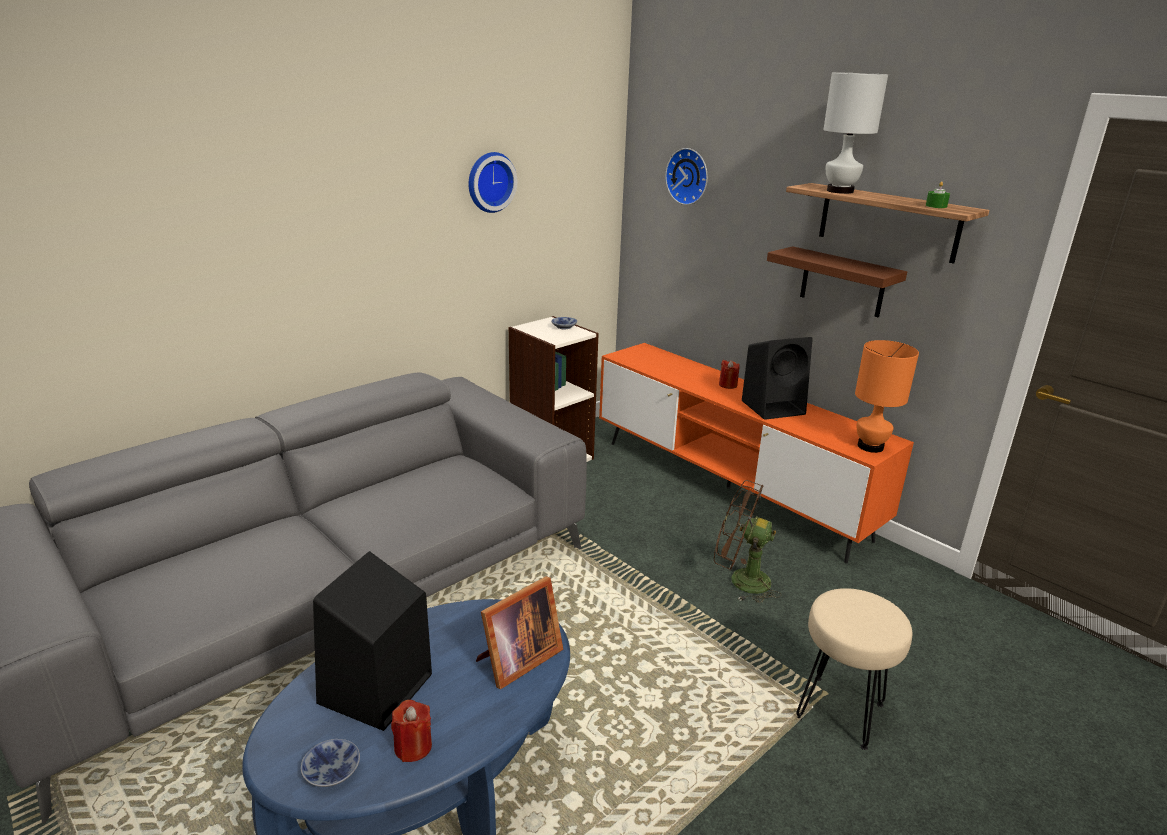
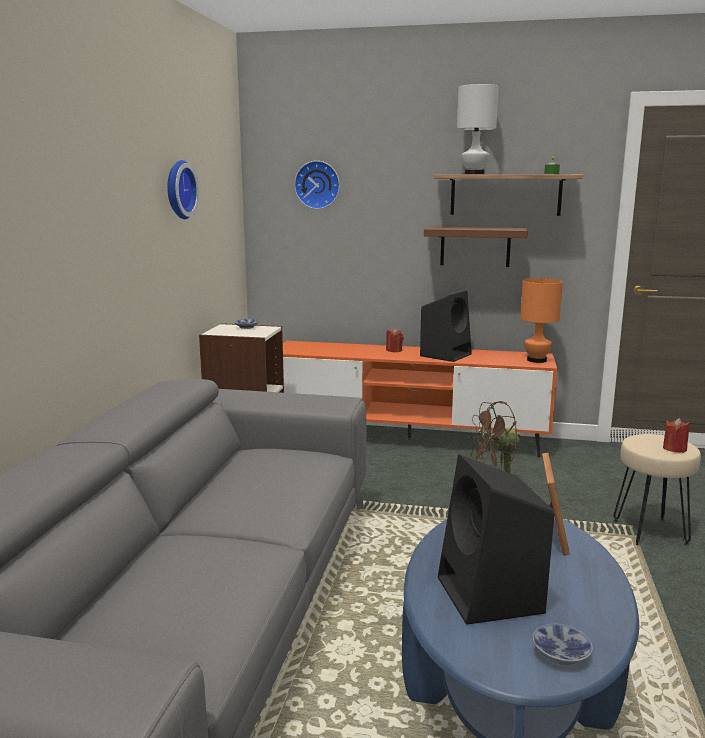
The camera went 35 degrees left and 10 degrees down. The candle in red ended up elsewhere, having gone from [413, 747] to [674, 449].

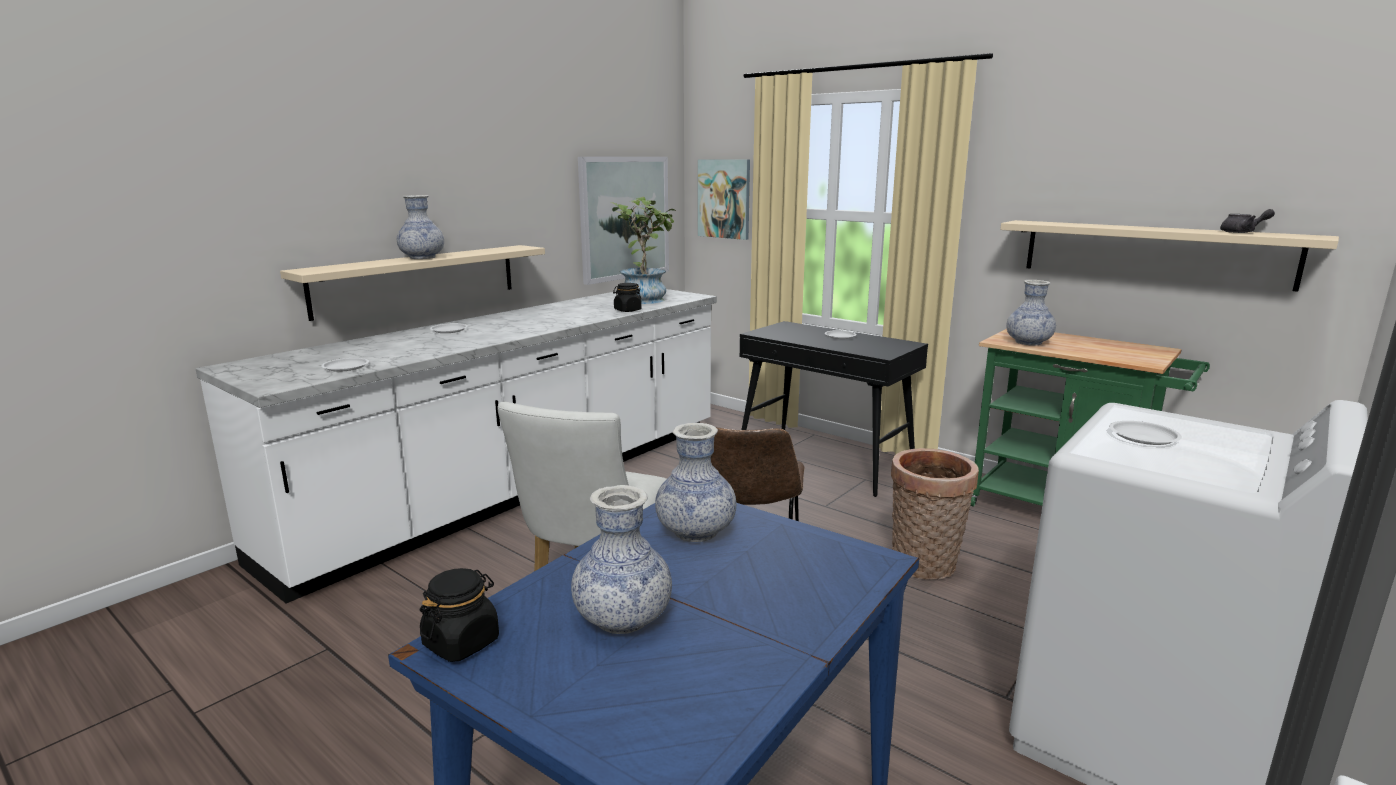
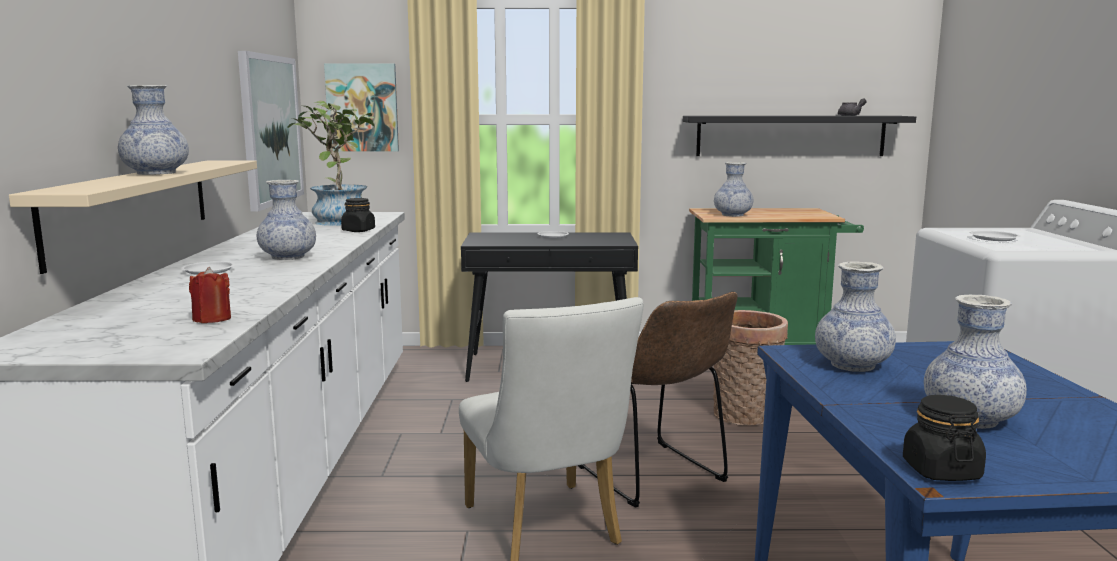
The camera went 40 degrees left and 5 degrees down. Where the plate in white stood at [346, 367], the candle in red came to stand at [212, 319]. The second view gained the vase at [288, 257]. What was the shelf in beige at [1154, 253] turned into the shelf in black at [790, 136].

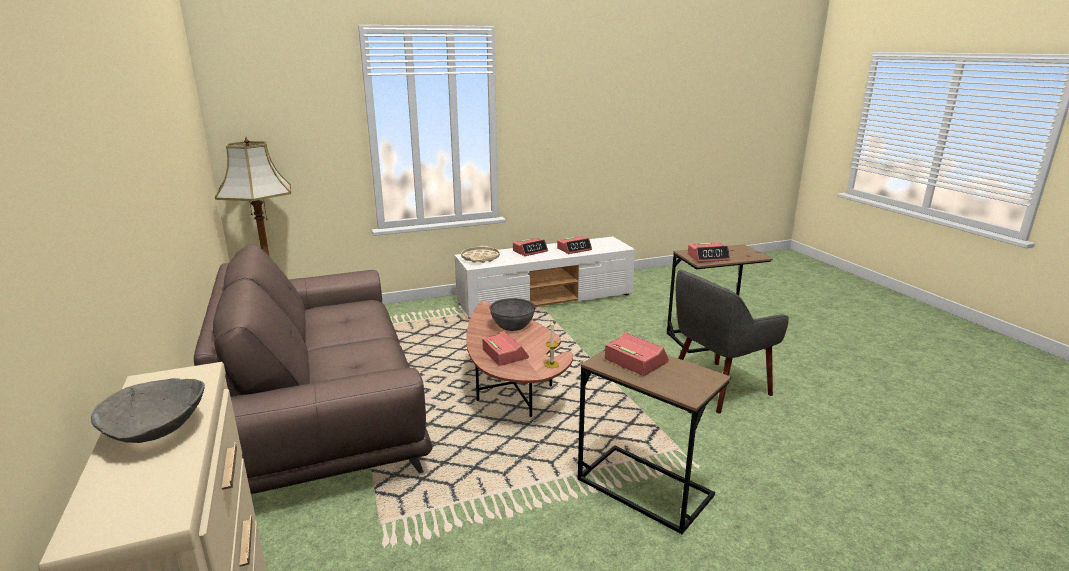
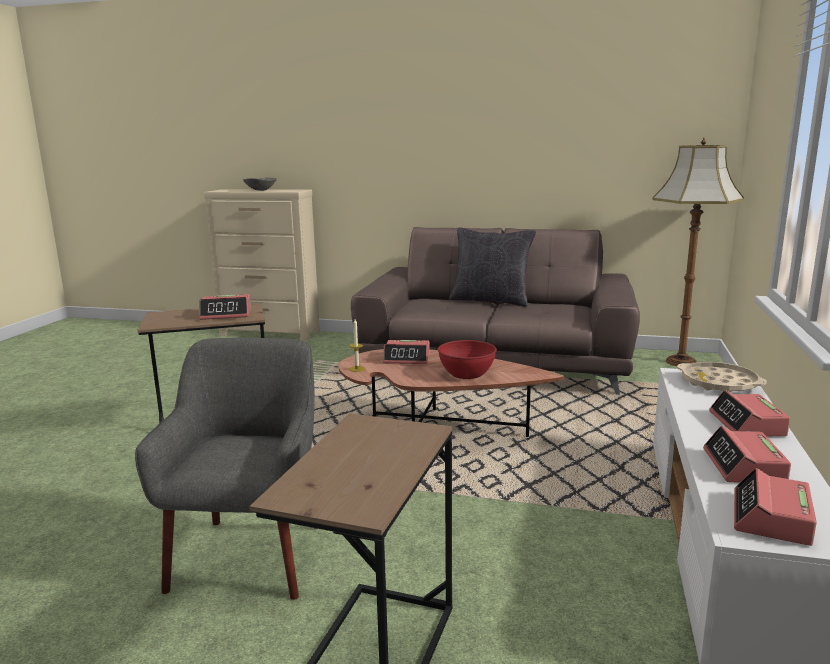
The camera went 125 degrees right and 5 degrees down. What was the bowl in grey at [512, 325] turned into the bowl in red at [466, 373]. The second view gained the pillow in black at [490, 300]. The alarm clock ended up elsewhere, having gone from [708, 257] to [771, 518].

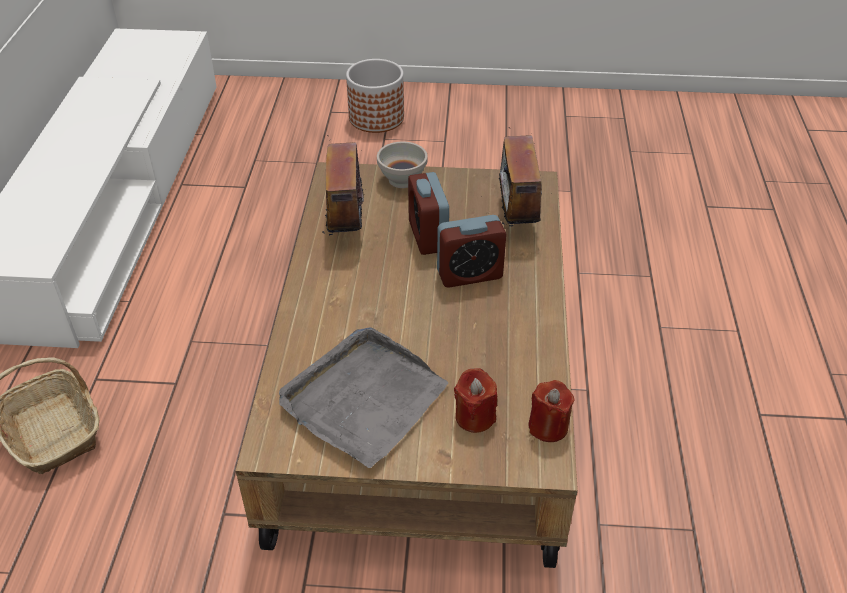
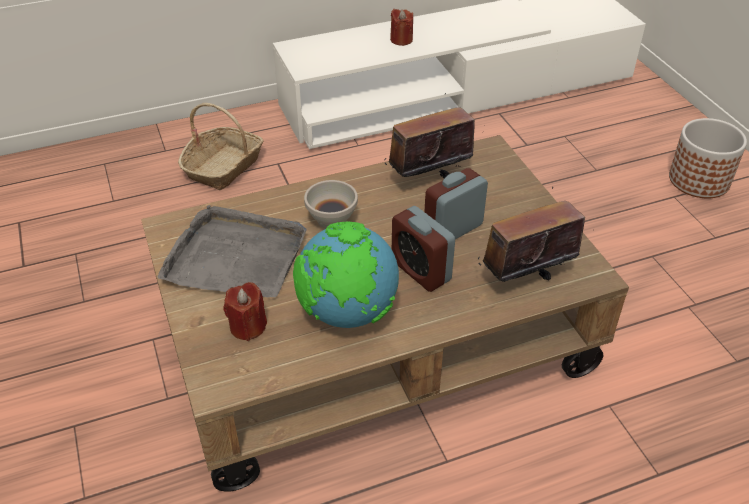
The camera went 65 degrees right and 0 degrees up. The second view gained the globe at [347, 313]. The bowl in white ended up elsewhere, having gone from [401, 180] to [331, 219]. The candle in red ended up elsewhere, having gone from [548, 426] to [401, 40].

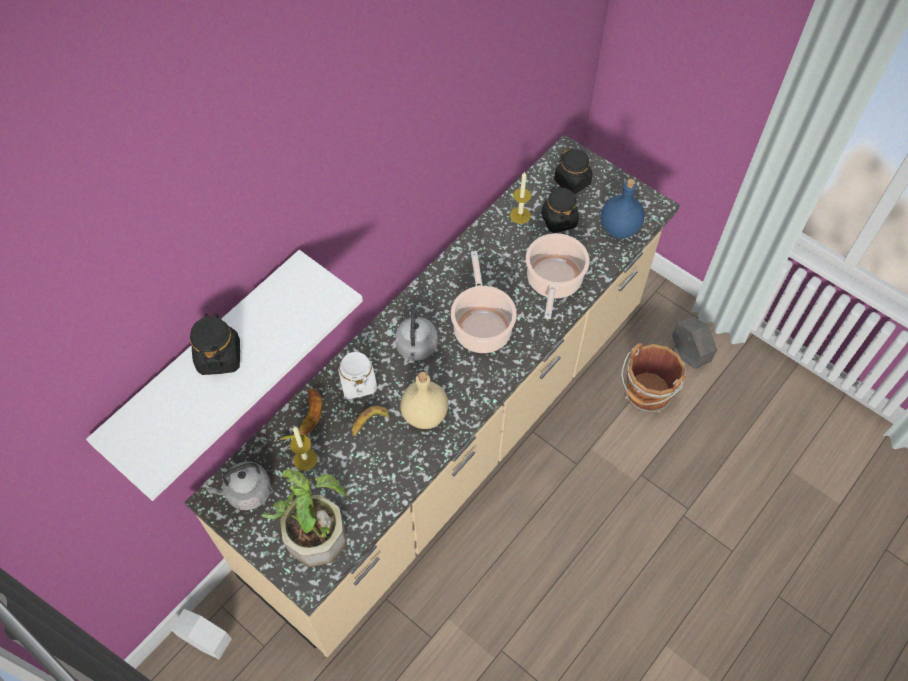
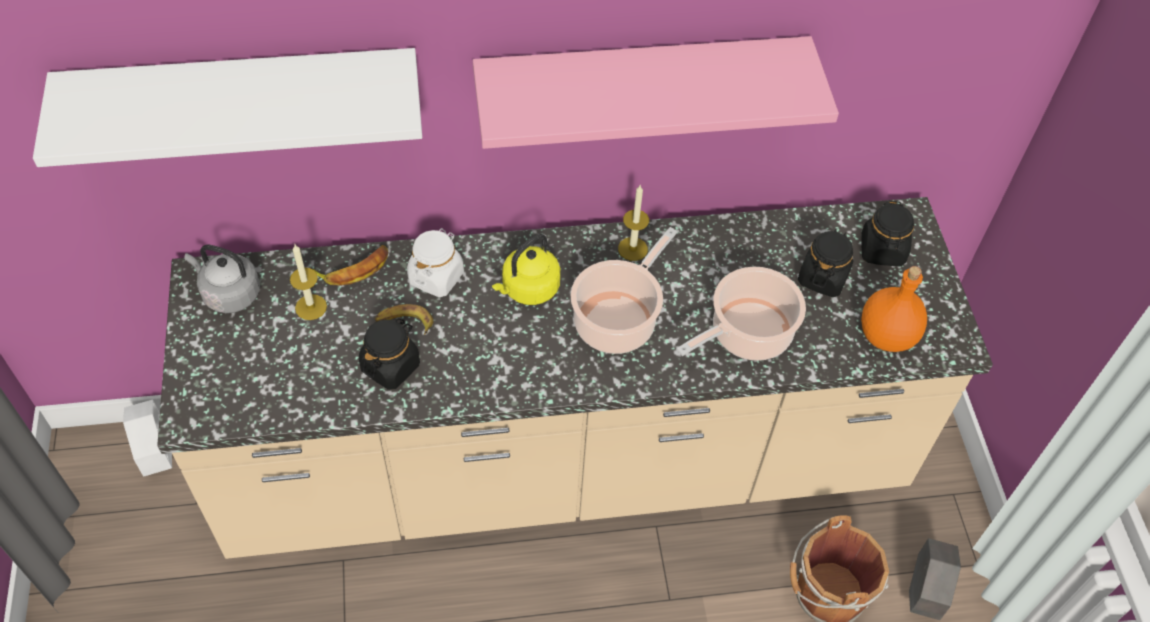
The camera went 40 degrees right and 5 degrees down. The jar in black ended up elsewhere, having gone from [219, 356] to [391, 366]. The second view gained the shelf in pink at [640, 82]. What was the kettle in grey at [416, 348] turned into the kettle in yellow at [528, 289]. The candle ended up elsewhere, having gone from [520, 215] to [632, 249]. What was the bottle in blue at [619, 229] turned into the bottle in orange at [886, 337]. The second view lost the potted plant at [314, 528]. The second view lost the bottle in beige at [425, 413].

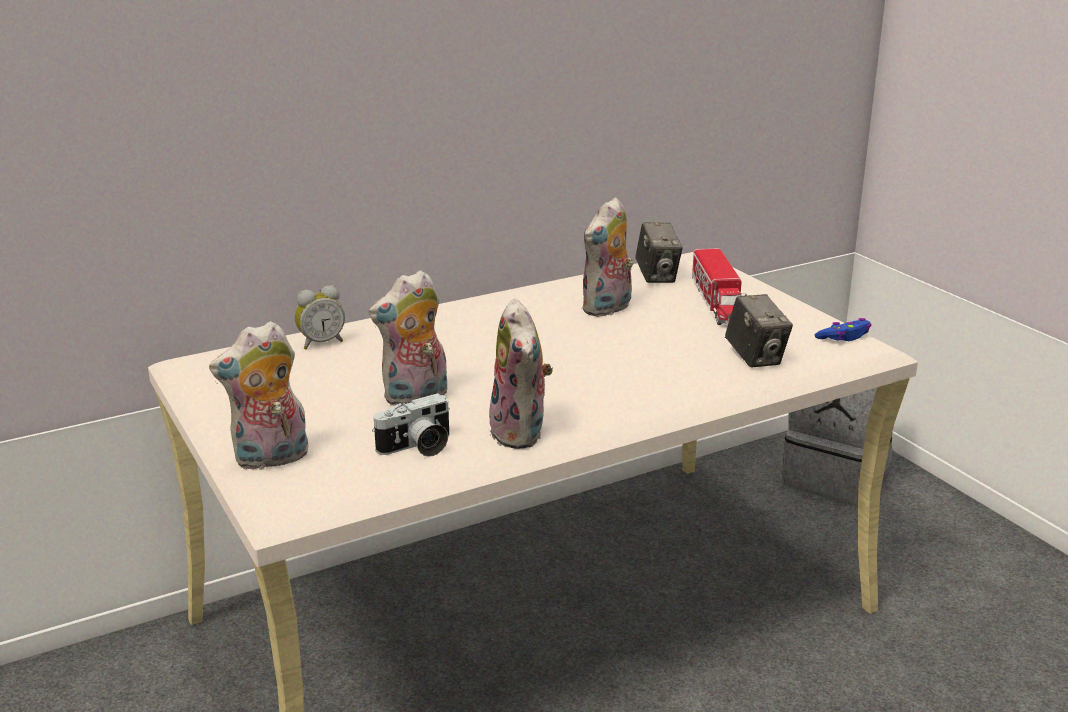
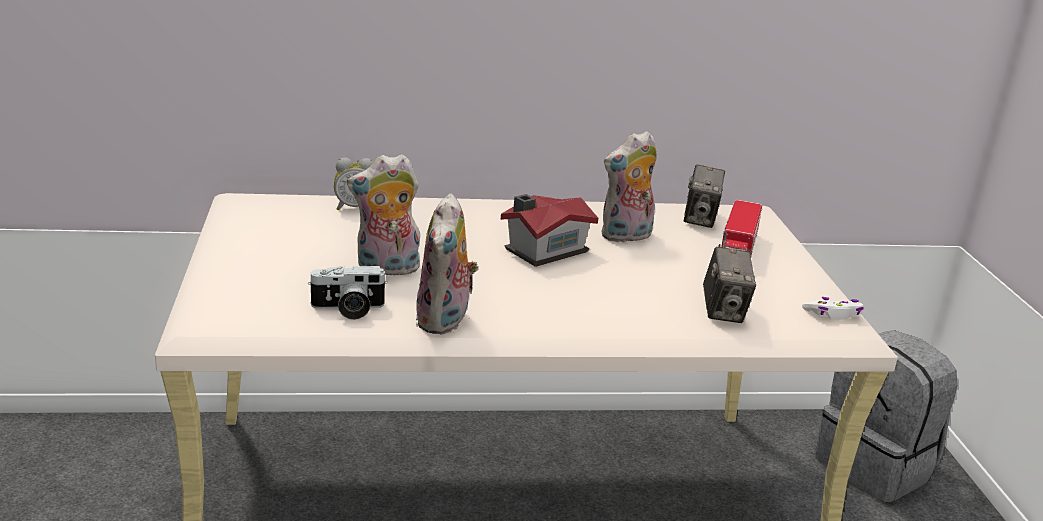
The camera went 20 degrees right and 0 degrees up. The second view gained the toy house at [543, 250]. What was the game controller in blue at [844, 337] turned into the game controller in white at [833, 314]. The second view lost the plush toy at [271, 459].

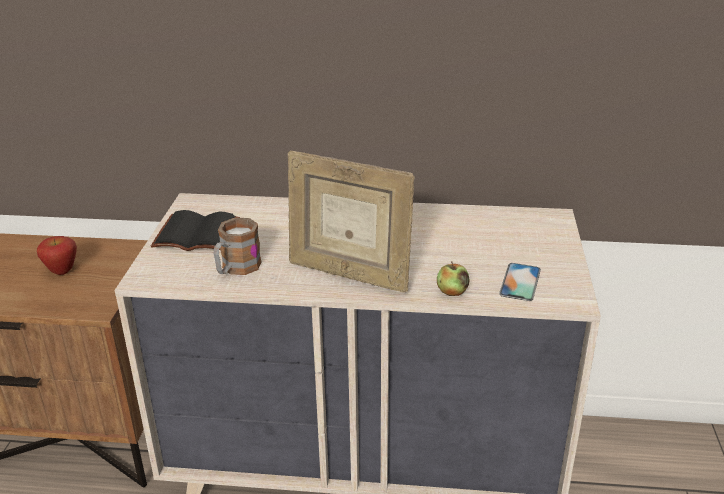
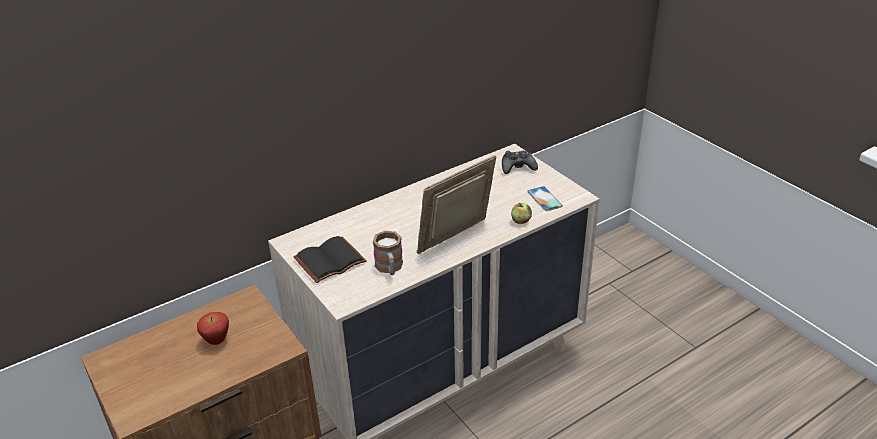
The camera went 40 degrees left and 5 degrees up. The picture frame at [348, 274] ended up facing another way, 150 degrees clockwise from before. The second view gained the game controller in black at [517, 167].

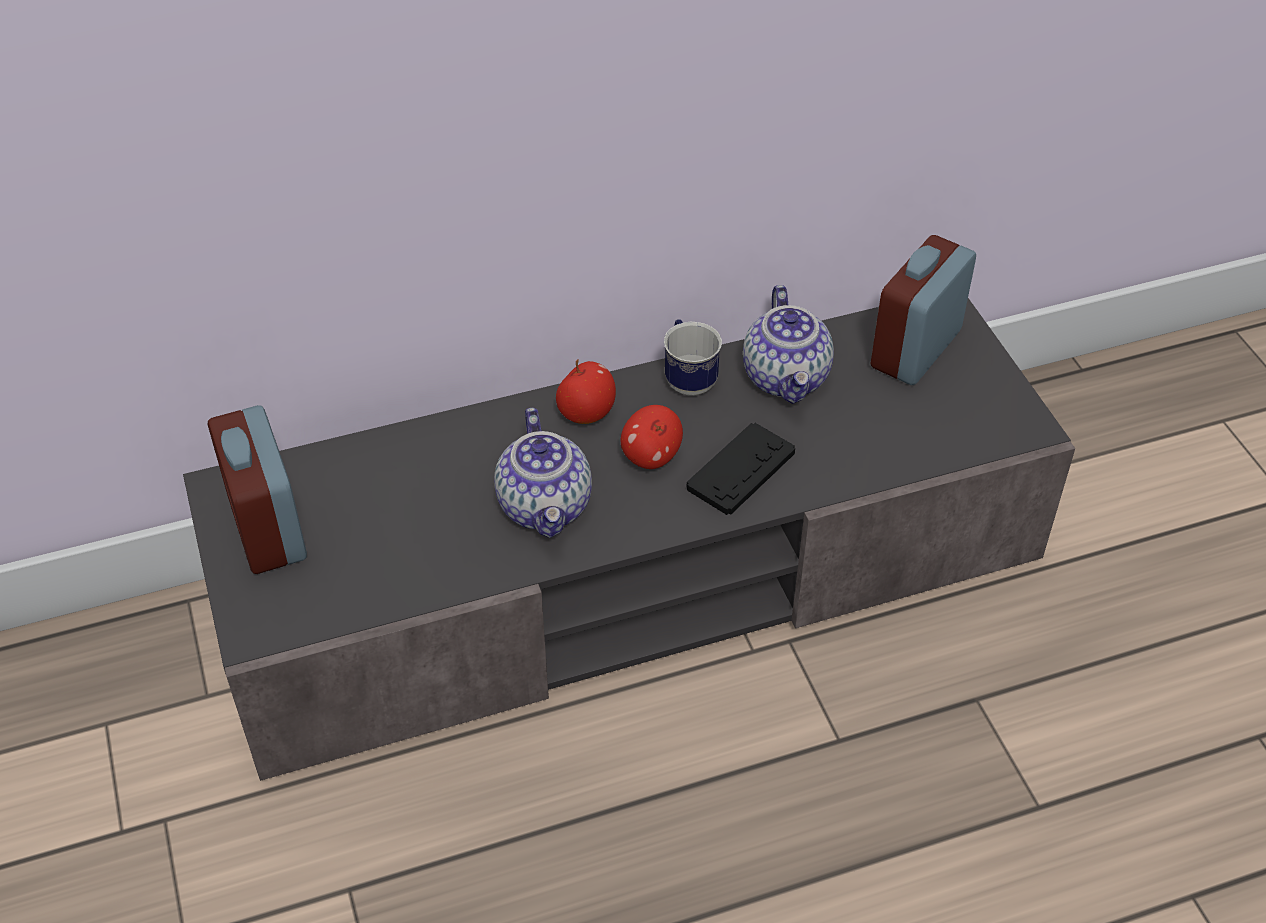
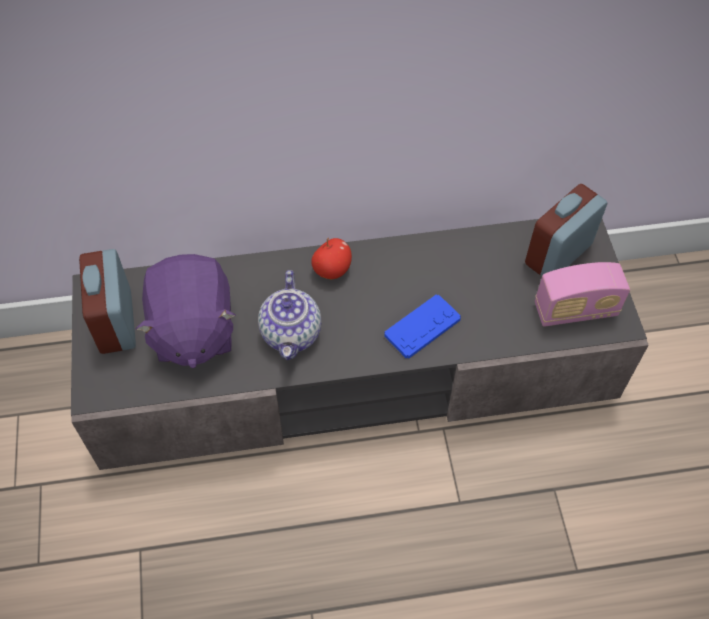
The camera went 10 degrees right and 10 degrees up. The second view gained the plush toy in purple at [192, 330]. What was the game controller in black at [741, 470] turned into the game controller in blue at [422, 327]. The second view gained the radio at [575, 310]. The second view lost the apple at [651, 457]. The second view lost the mug at [688, 378]. The second view lost the teapot at [787, 378].

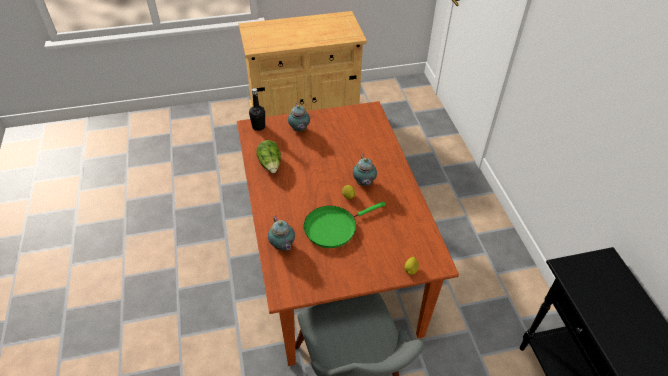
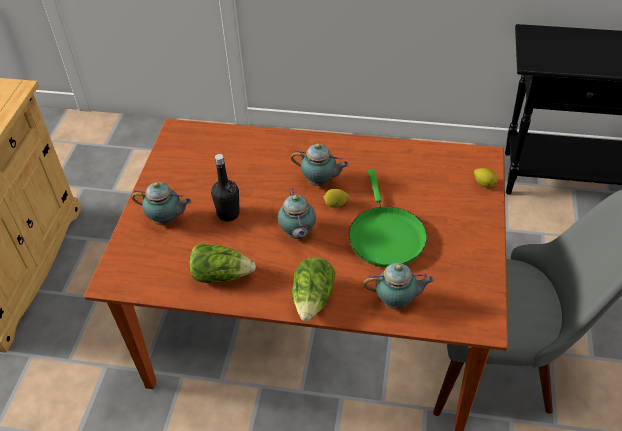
The camera went 65 degrees left and 0 degrees up. The bottle in black ended up elsewhere, having gone from [258, 126] to [228, 214]. The second view gained the teapot at [297, 234]. The second view gained the lettuce at [313, 299].

